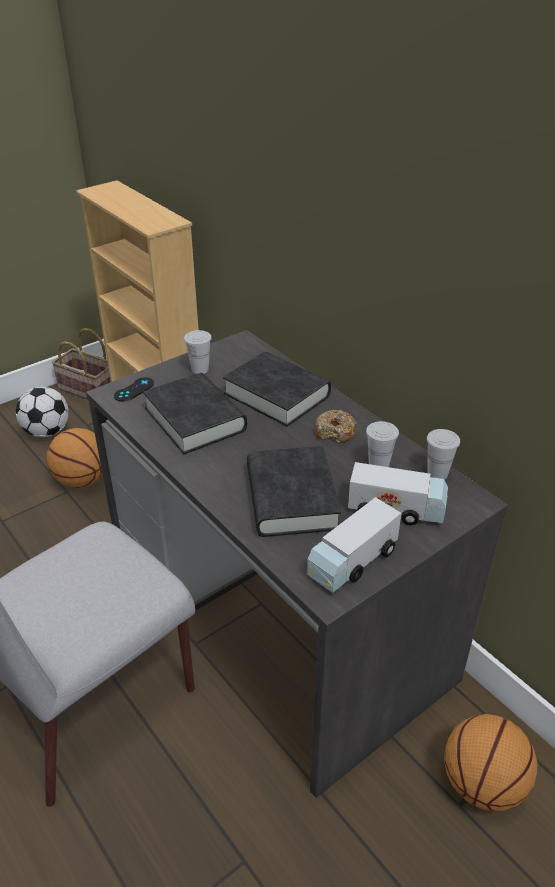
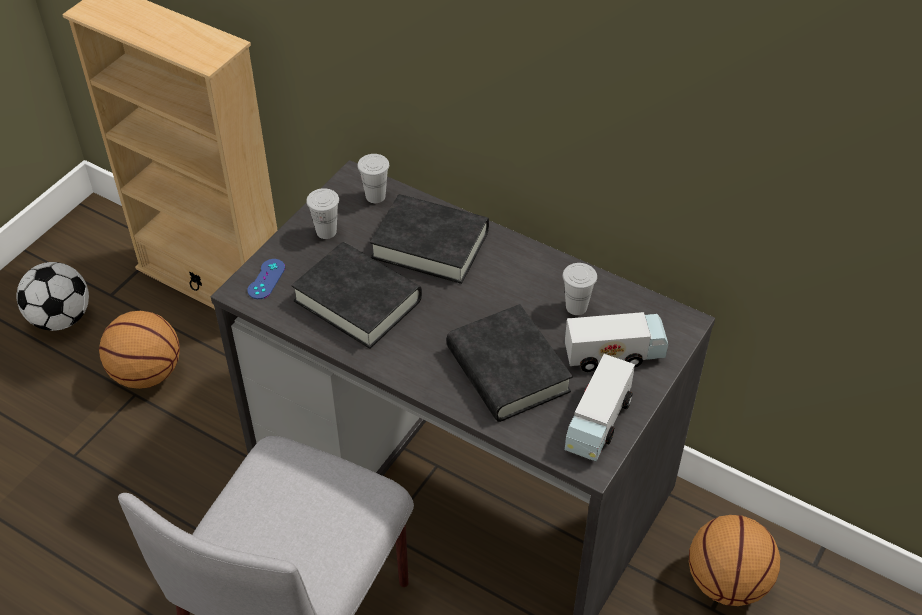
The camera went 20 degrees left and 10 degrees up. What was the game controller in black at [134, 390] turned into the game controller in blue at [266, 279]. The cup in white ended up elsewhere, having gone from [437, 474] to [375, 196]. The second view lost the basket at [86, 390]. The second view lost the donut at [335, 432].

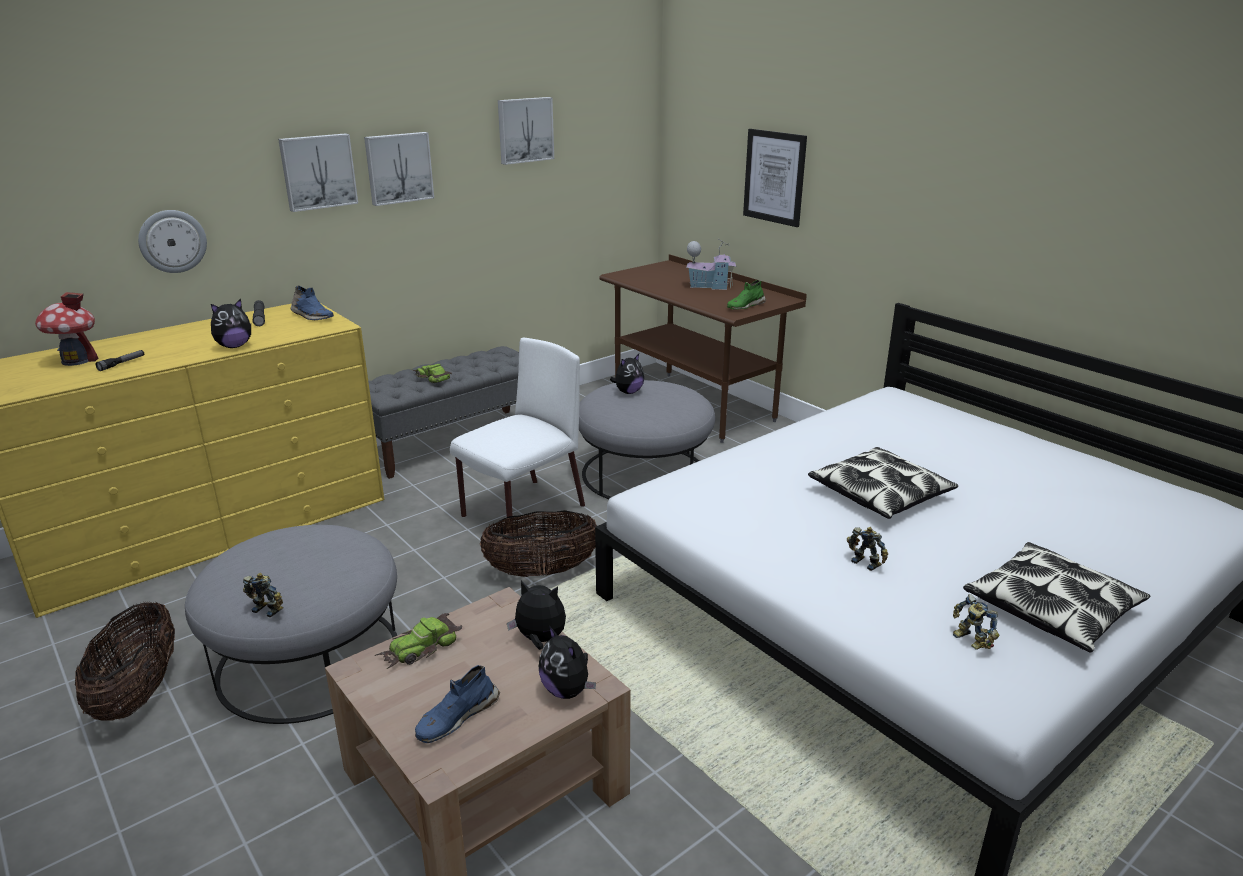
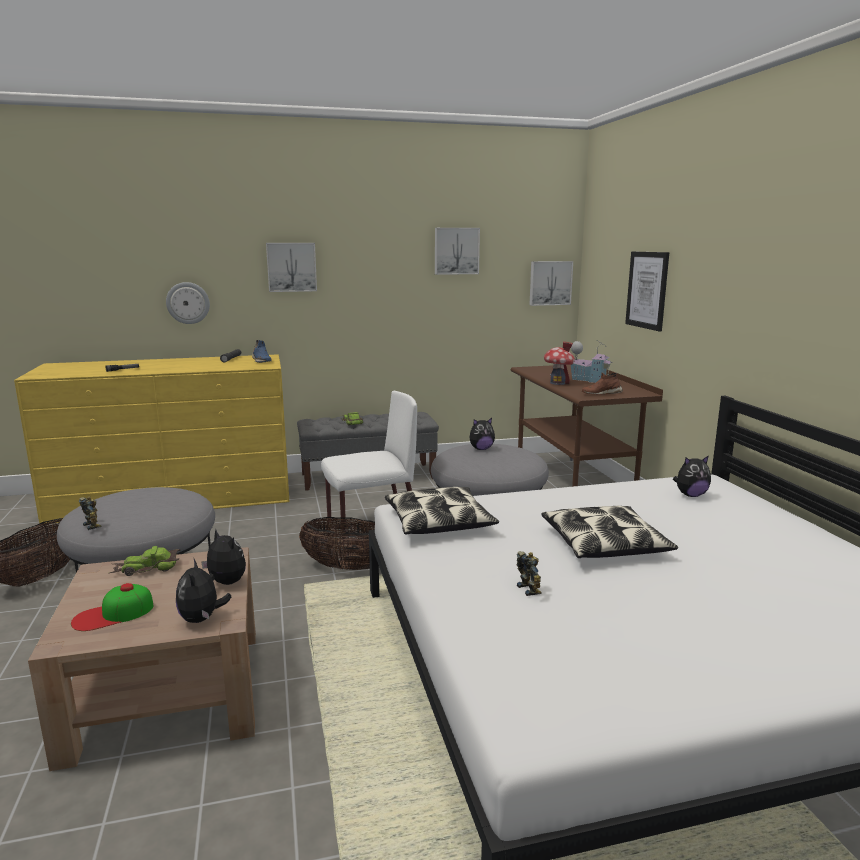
The camera went 25 degrees right and 10 degrees down. Where the shoe in blue stood at [456, 717], the cap came to stand at [113, 614]. The pillow ended up elsewhere, having gone from [1051, 609] to [439, 522]. The picture ended up elsewhere, having gone from [398, 168] to [550, 283]. The toy house ended up elsewhere, having gone from [77, 360] to [557, 383]. What was the shoe in green at [744, 306] turned into the shoe in brown at [601, 393]. The plush toy ended up elsewhere, having gone from [234, 346] to [690, 495]. The second view lost the toy robot at [969, 641].

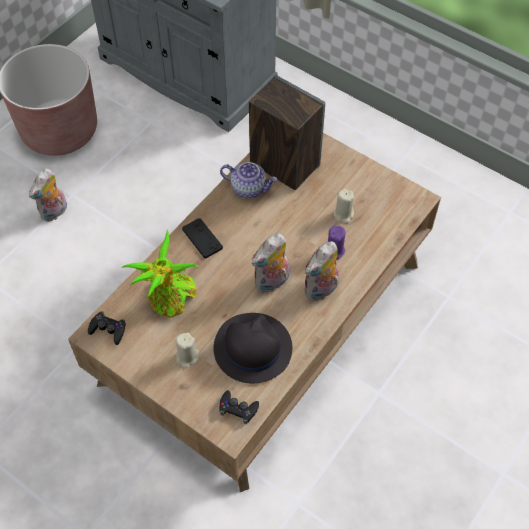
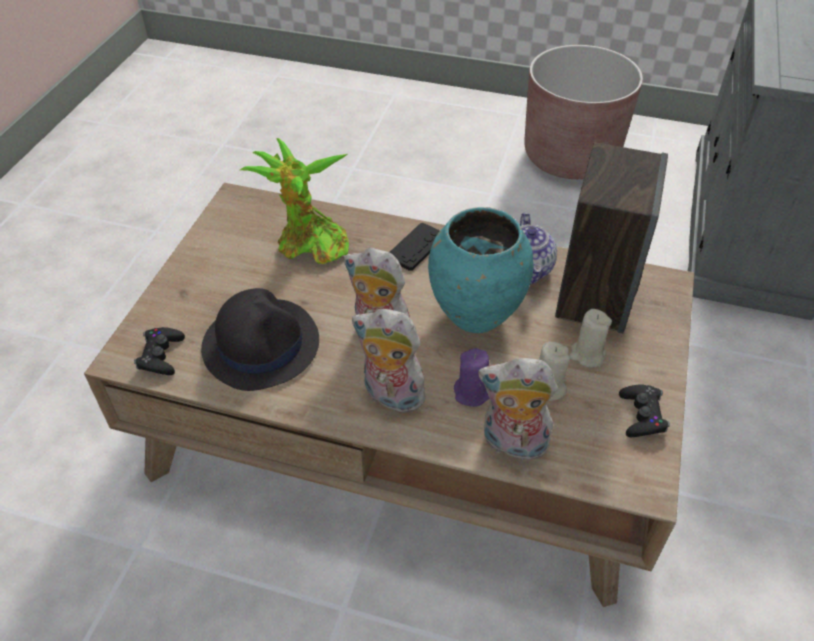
The camera went 70 degrees right and 10 degrees down. The second view gained the vase in turquoise at [474, 316]. The plush toy ended up elsewhere, having gone from [54, 212] to [512, 444]. The candle in beige ended up elsewhere, having gone from [187, 357] to [587, 355]. The game controller in black ended up elsewhere, having gone from [108, 329] to [642, 415].

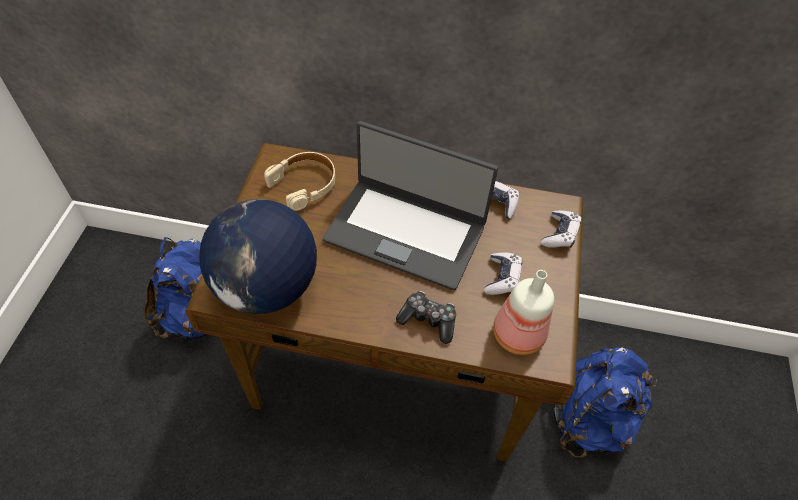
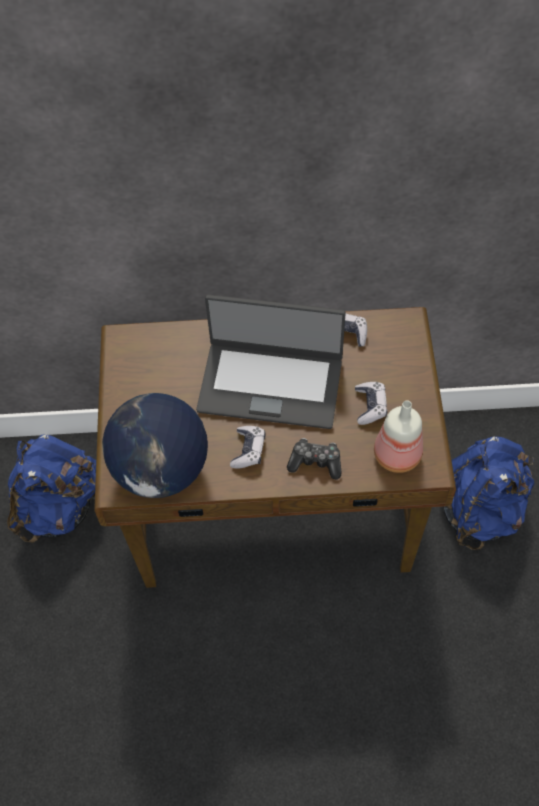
The camera went 10 degrees left and 5 degrees up. The game controller ended up elsewhere, having gone from [560, 234] to [248, 450]. The second view lost the headphones in beige at [304, 184].

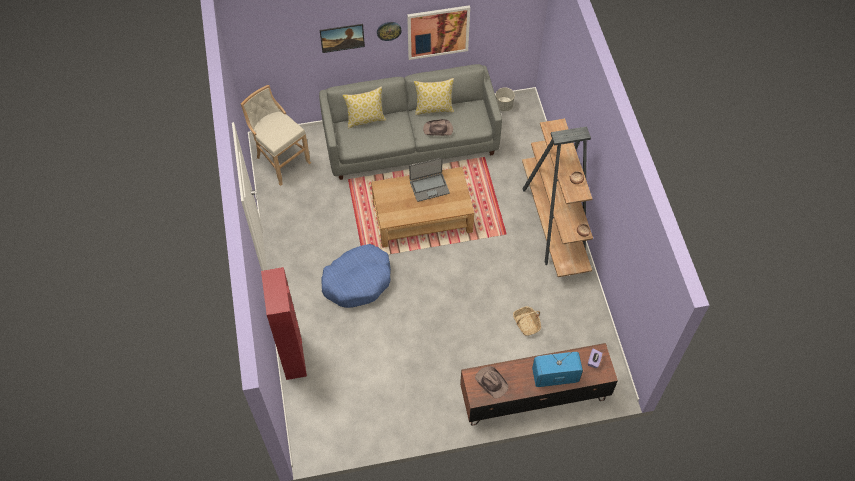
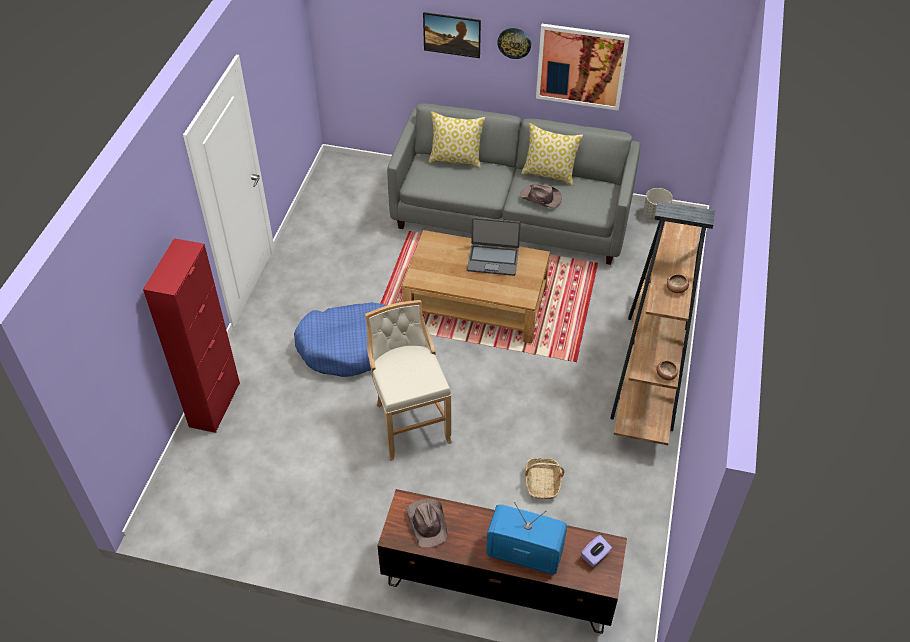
The camera went 25 degrees right and 10 degrees down. The stool in beige ended up elsewhere, having gone from [281, 160] to [409, 422].

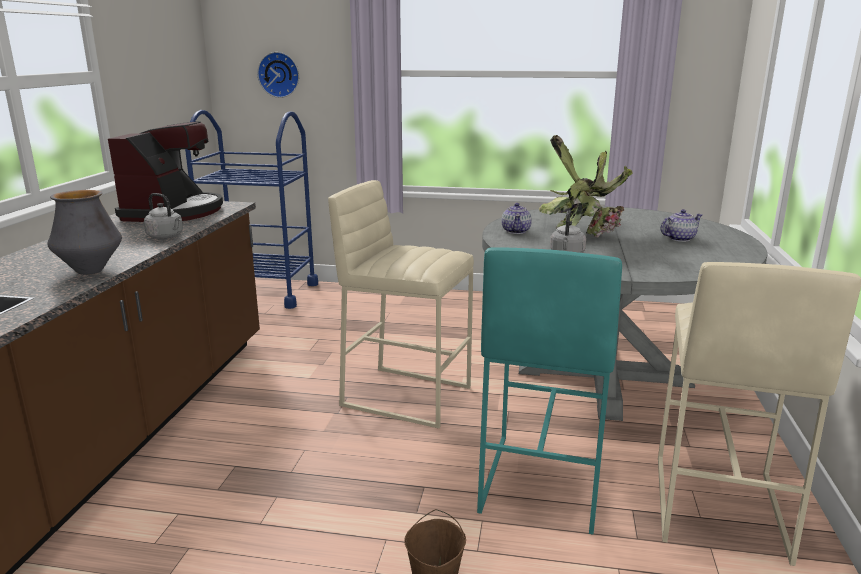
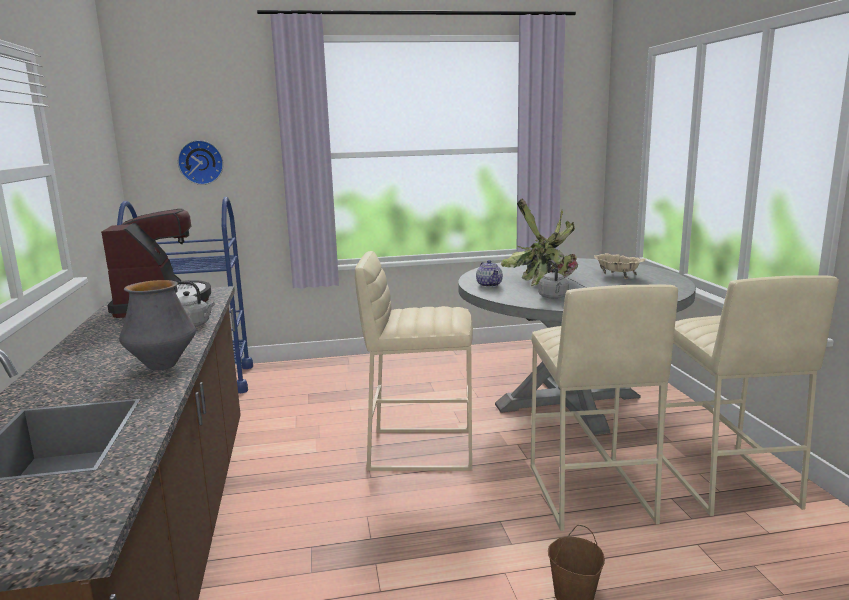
The camera went 20 degrees left and 5 degrees down. What was the stool in turquoise at [540, 481] turned into the stool in beige at [588, 493]. Where the teapot stood at [679, 238], the bowl in beige came to stand at [617, 276].

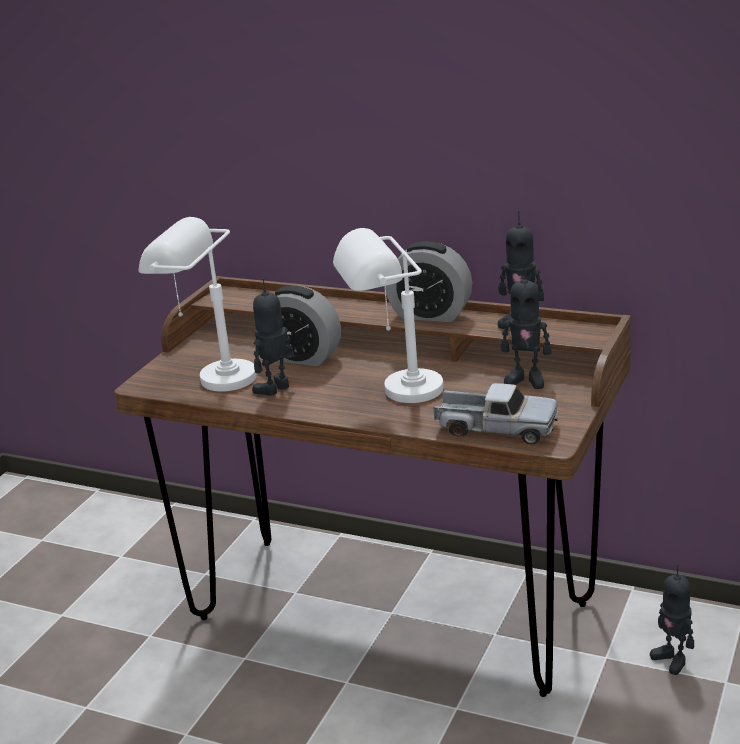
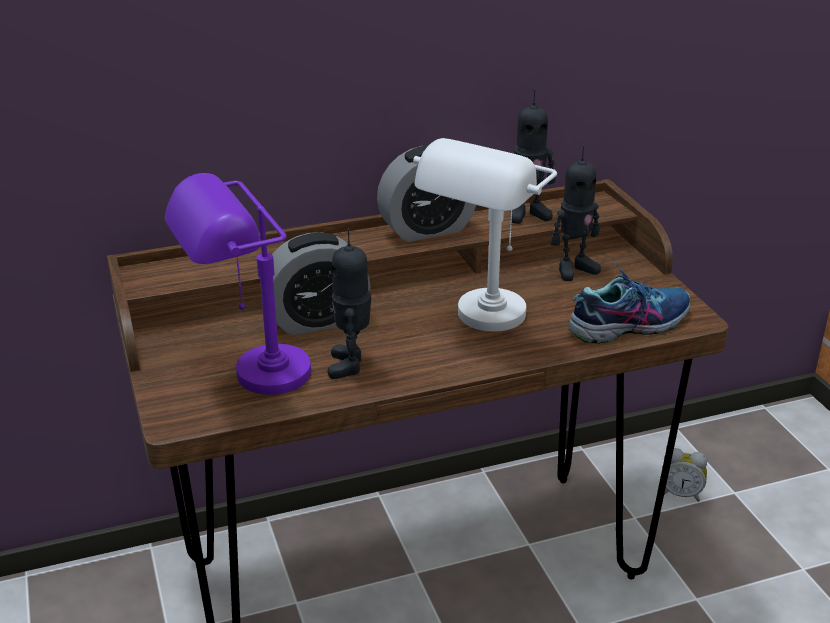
The camera went 45 degrees left and 5 degrees up. What was the table lamp in white at [209, 378] turned into the table lamp in purple at [249, 381]. Where the toy truck stood at [496, 428], the shoe came to stand at [628, 324]. Where the toy robot stood at [672, 659], the alarm clock came to stand at [680, 494].

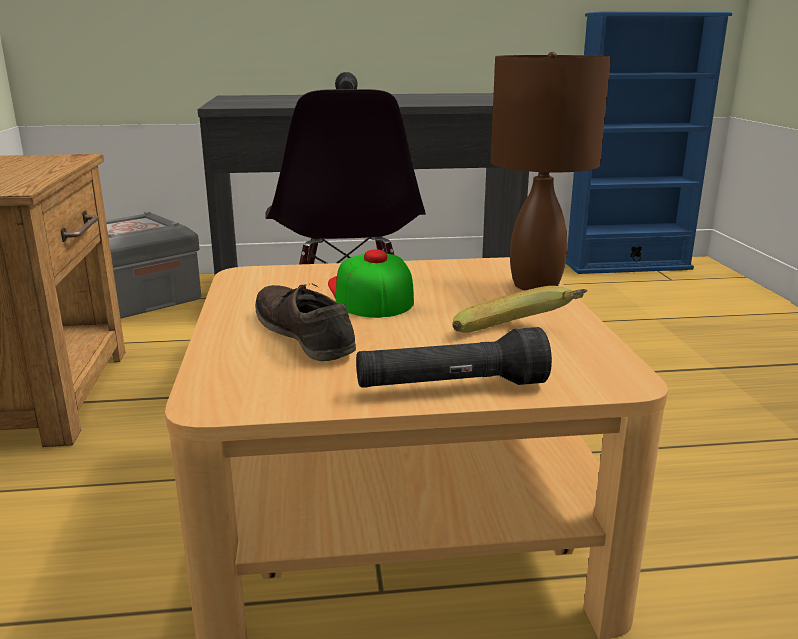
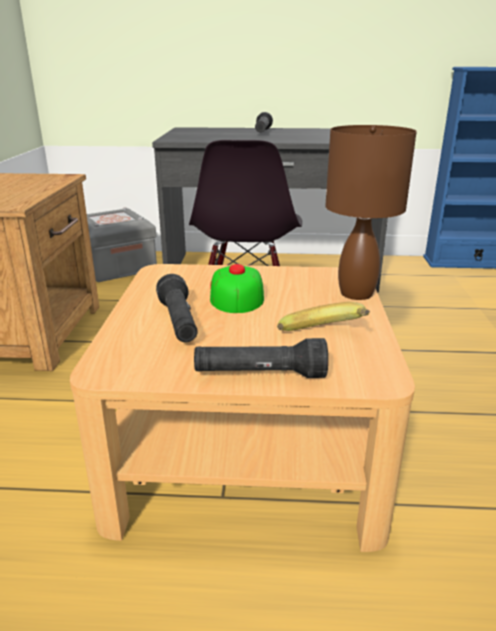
The camera went 10 degrees right and 5 degrees up. Where the shoe in brown stood at [304, 334], the flashlight in black came to stand at [179, 322].

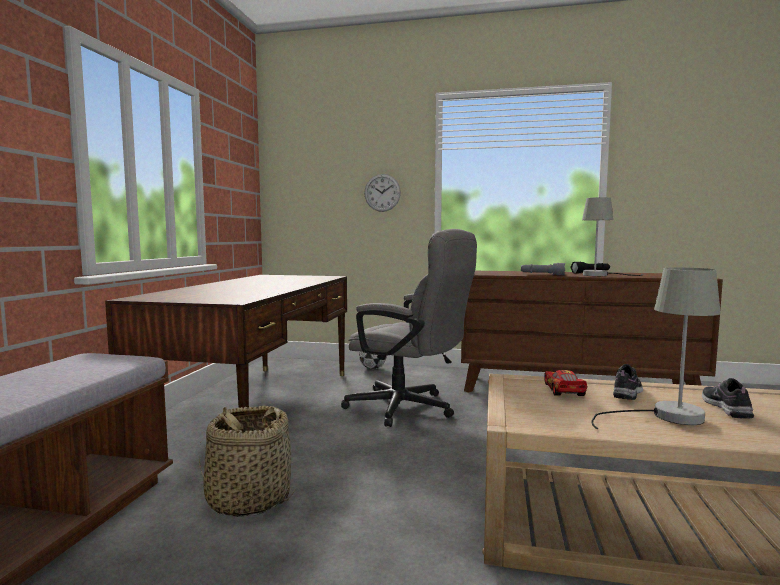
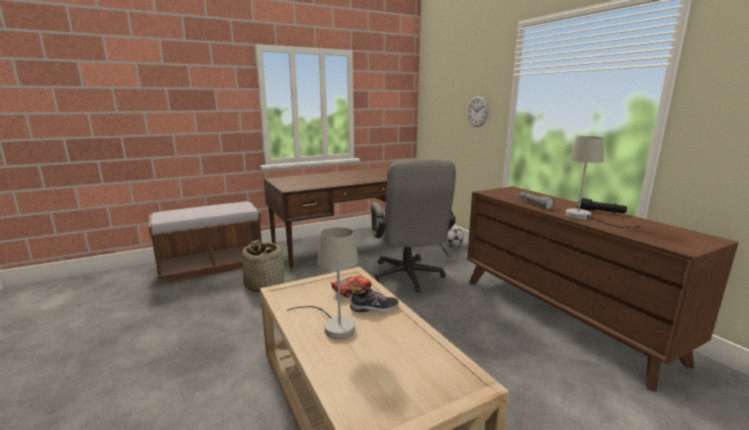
The camera went 50 degrees right and 10 degrees up. The second view lost the shoe at [726, 408].

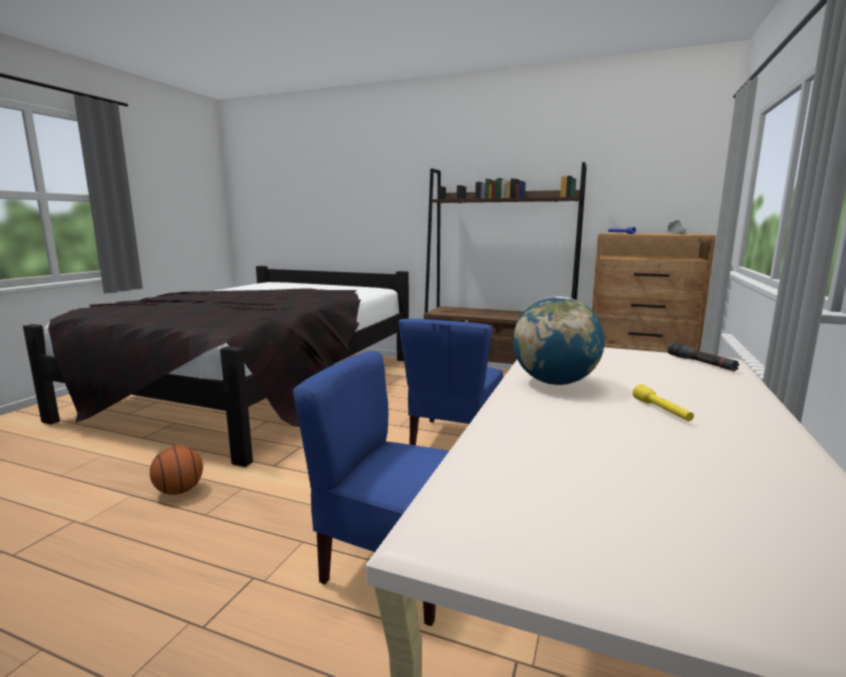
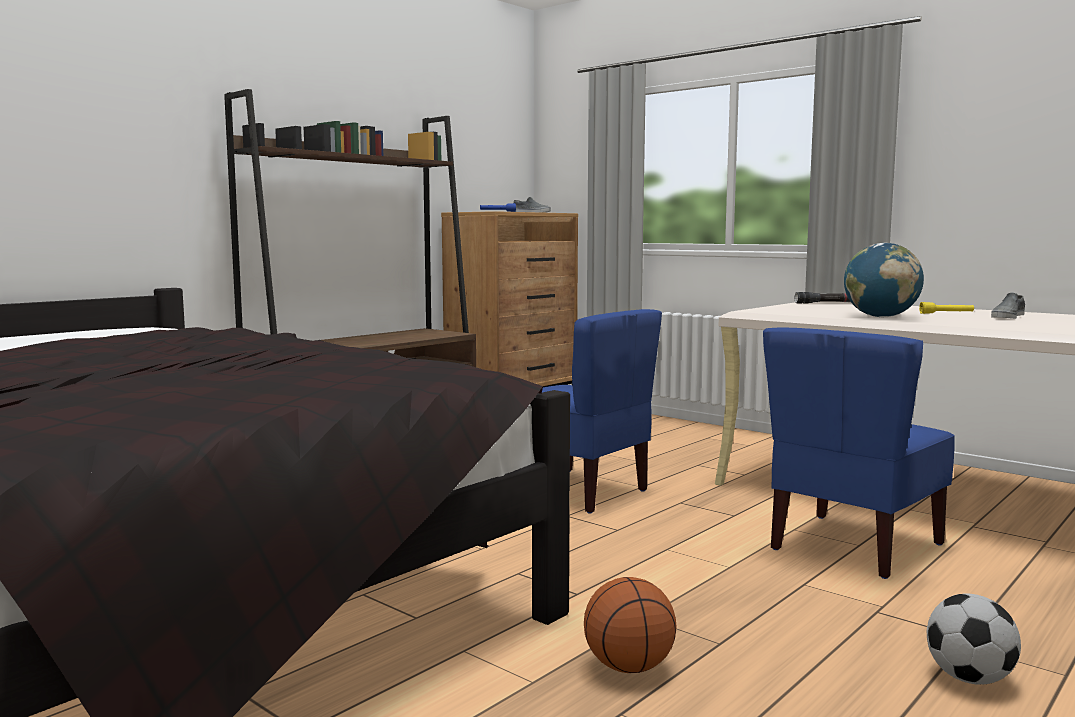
The camera went 70 degrees left and 5 degrees down. The second view gained the football at [970, 679]. The second view gained the shoe in grey at [1007, 317].

